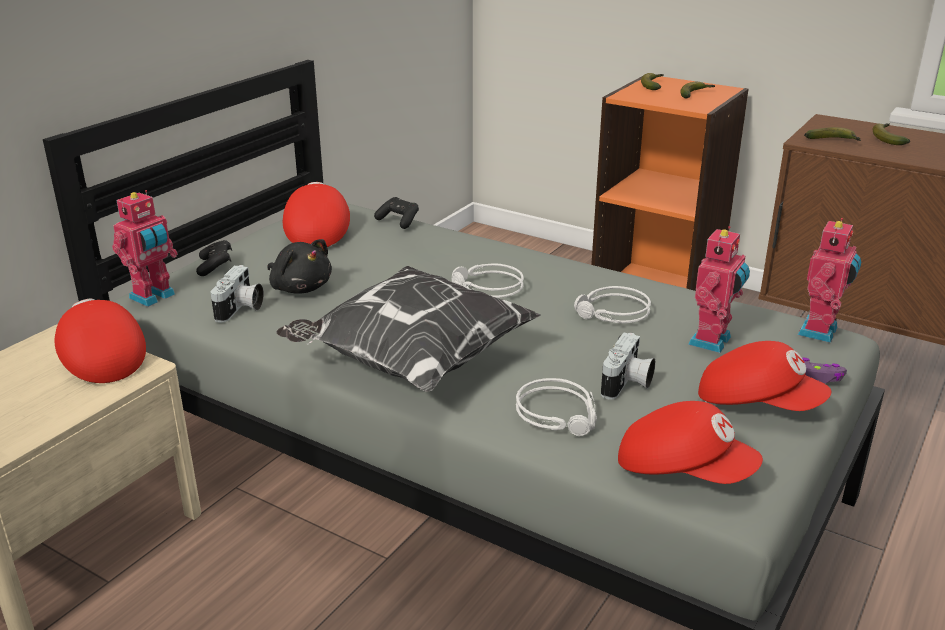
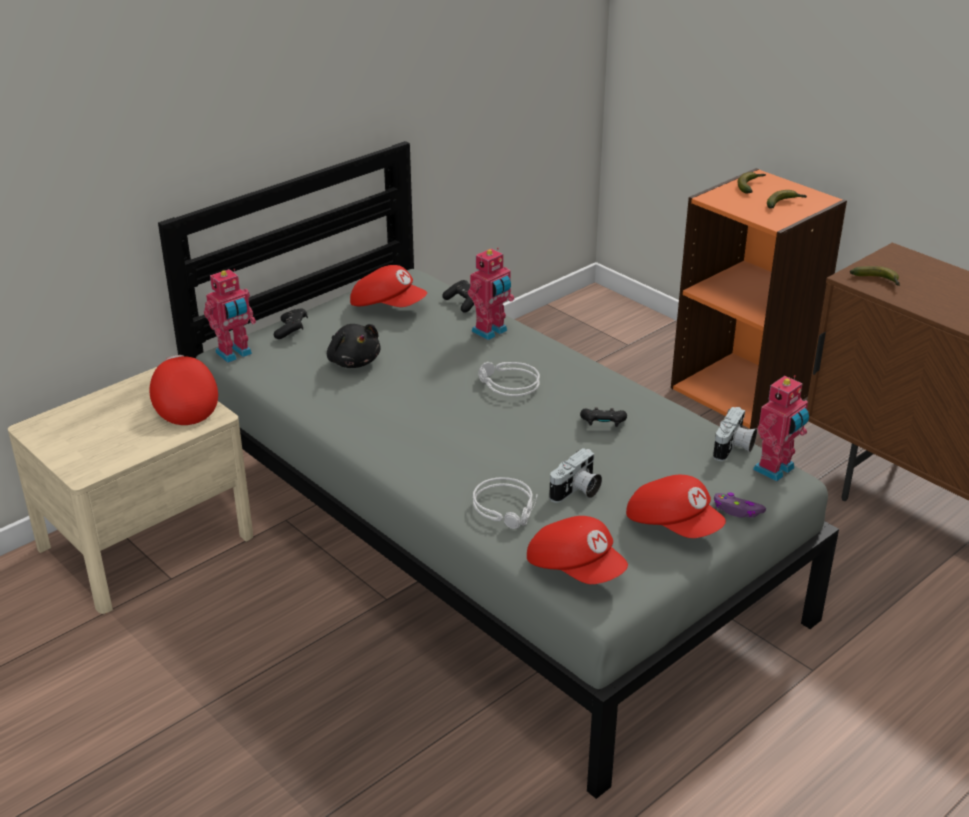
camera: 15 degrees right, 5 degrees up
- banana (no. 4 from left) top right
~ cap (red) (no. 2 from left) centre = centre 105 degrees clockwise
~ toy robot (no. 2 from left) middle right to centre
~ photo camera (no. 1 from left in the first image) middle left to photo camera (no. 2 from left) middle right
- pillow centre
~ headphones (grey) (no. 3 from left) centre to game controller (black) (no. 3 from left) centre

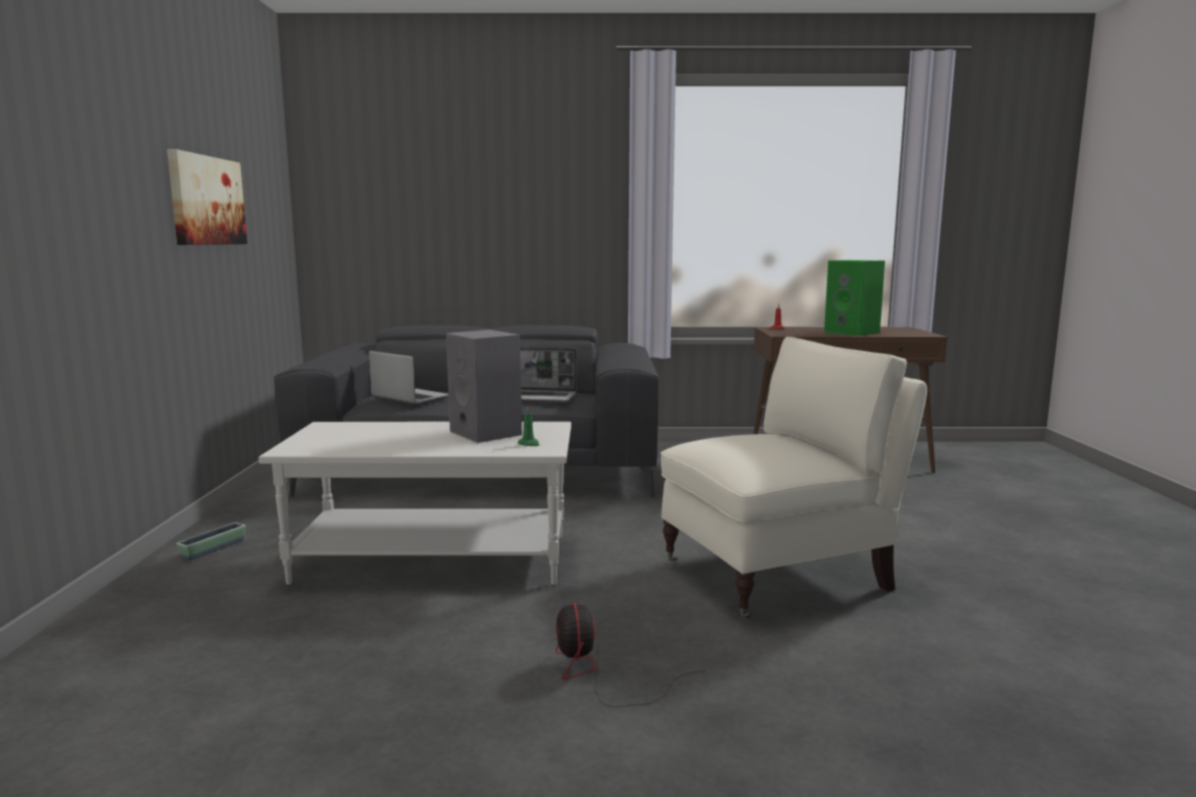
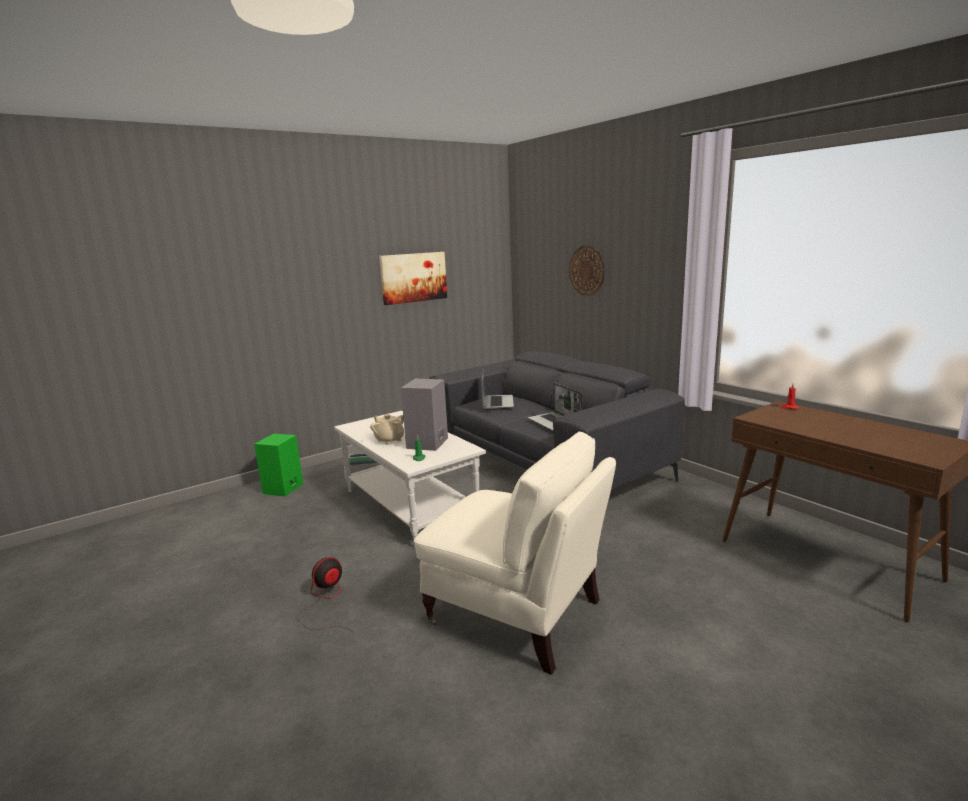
camera: 55 degrees right, 5 degrees up
~ speaker (green) middle right to middle left
+ wall clock centre
+ teapot (beige) centre

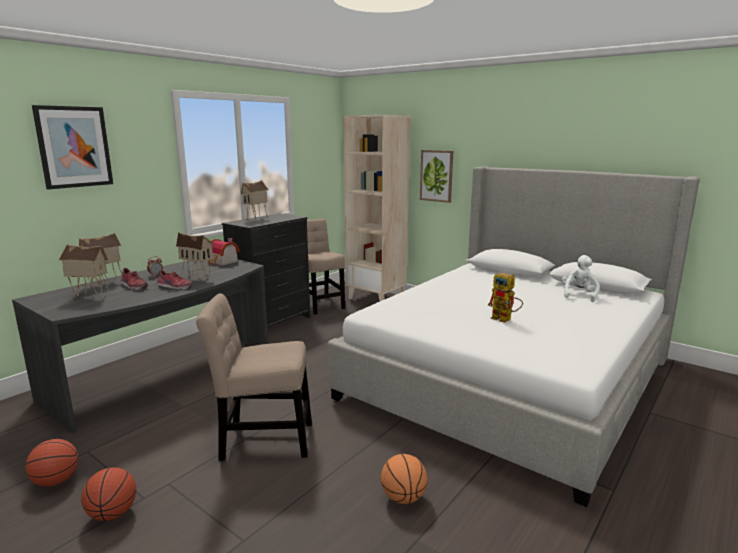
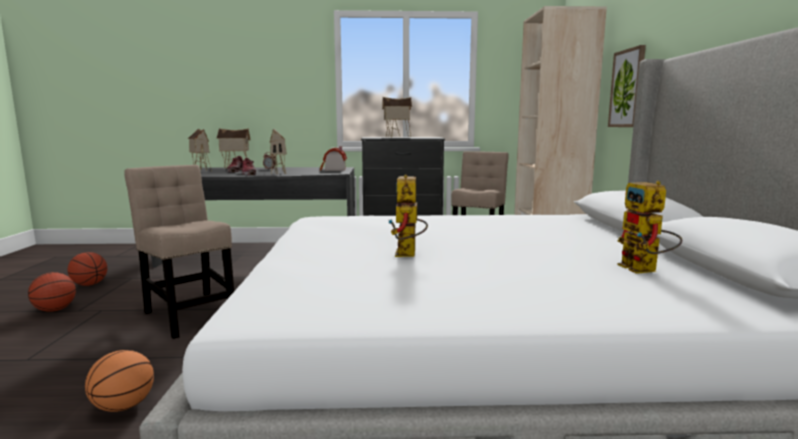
camera: 50 degrees right, 5 degrees down
- picture (no. 1 from left) top left
~ plush toy (white) middle right to toy robot (no. 2 from left) middle right

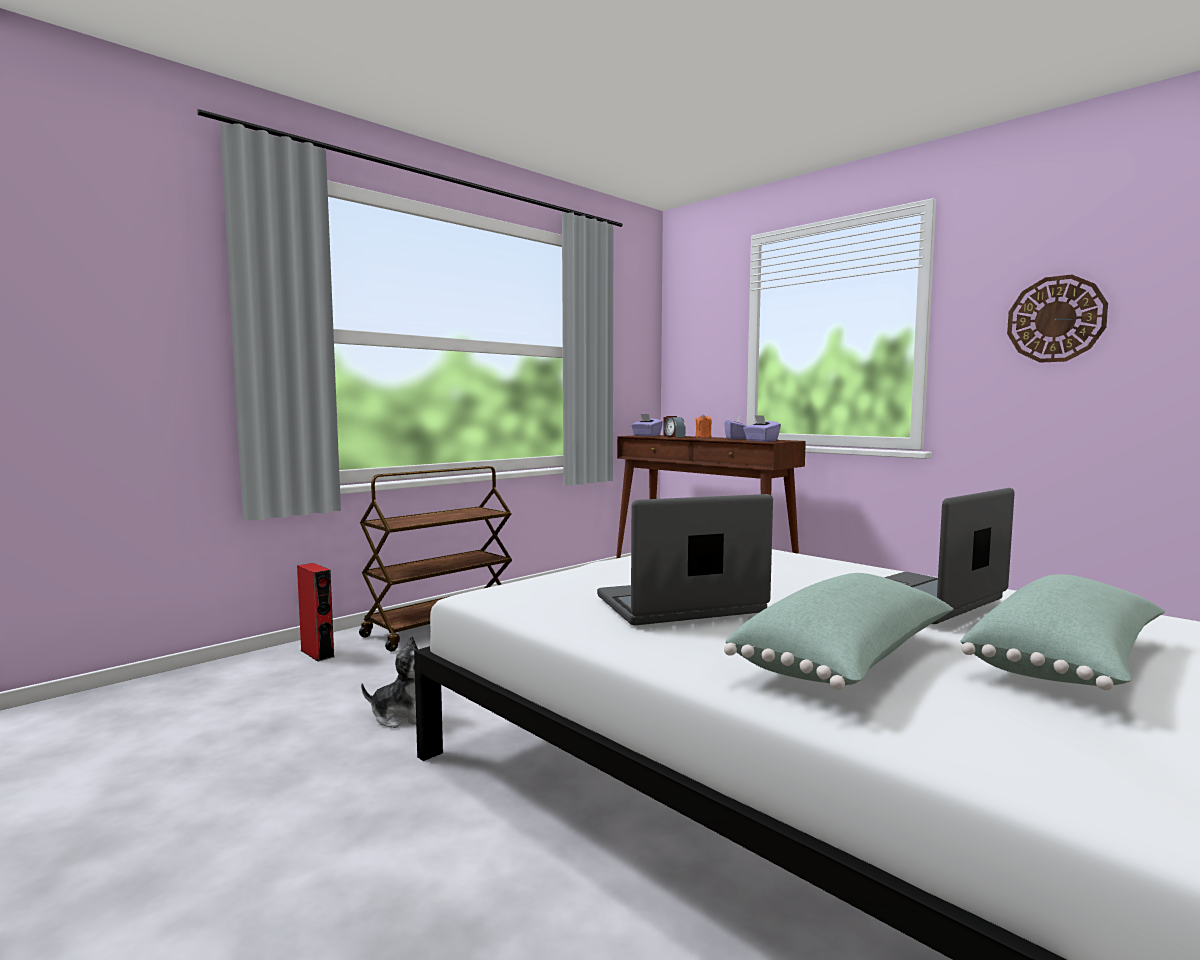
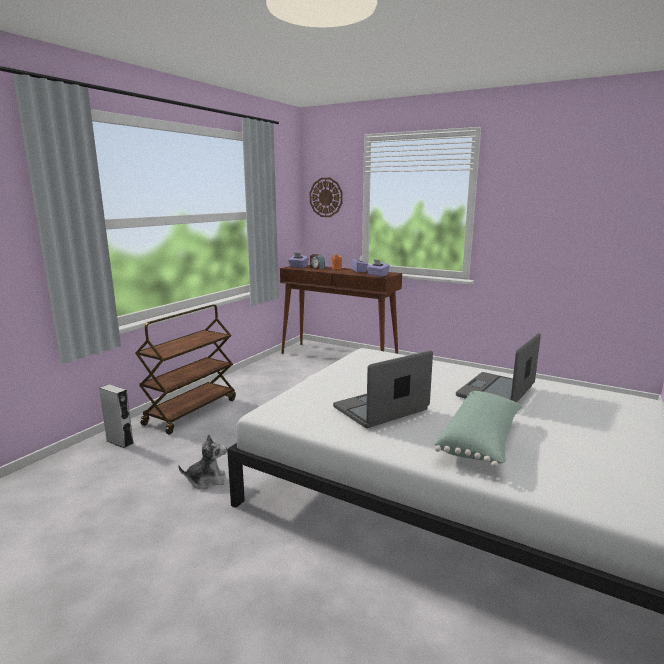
camera: 15 degrees left, 10 degrees up
~ wall clock top right to top centre
~ speaker (red) middle left to speaker (grey) middle left
- pillow (green) (no. 2 from left) middle right

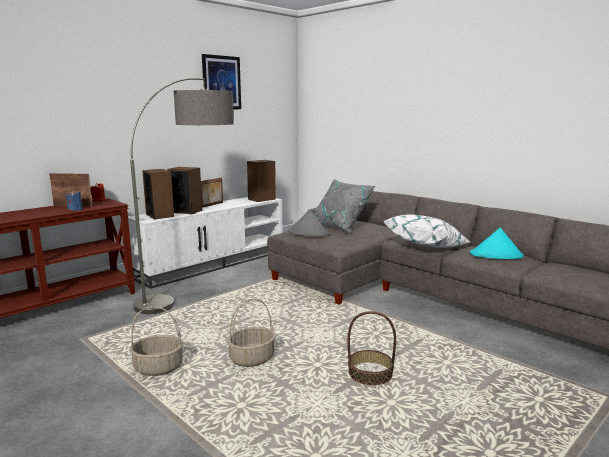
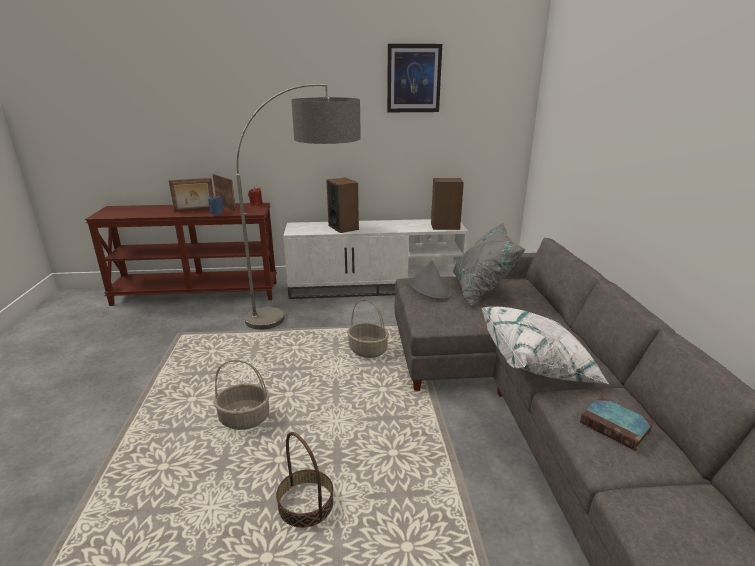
camera: 40 degrees right, 10 degrees up
- speaker (no. 1 from left) middle left
~ picture frame (no. 2 from left in the first image) centre to picture frame (no. 1 from left) middle left
~ hat (turquoise) middle right to book bottom right
~ basket (no. 1 from left in the first image) bottom left to basket (no. 3 from left) centre

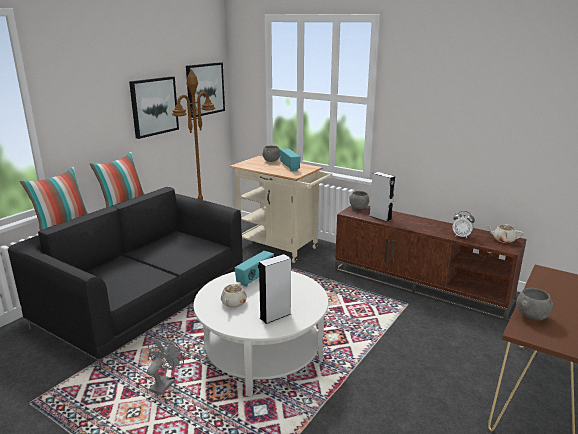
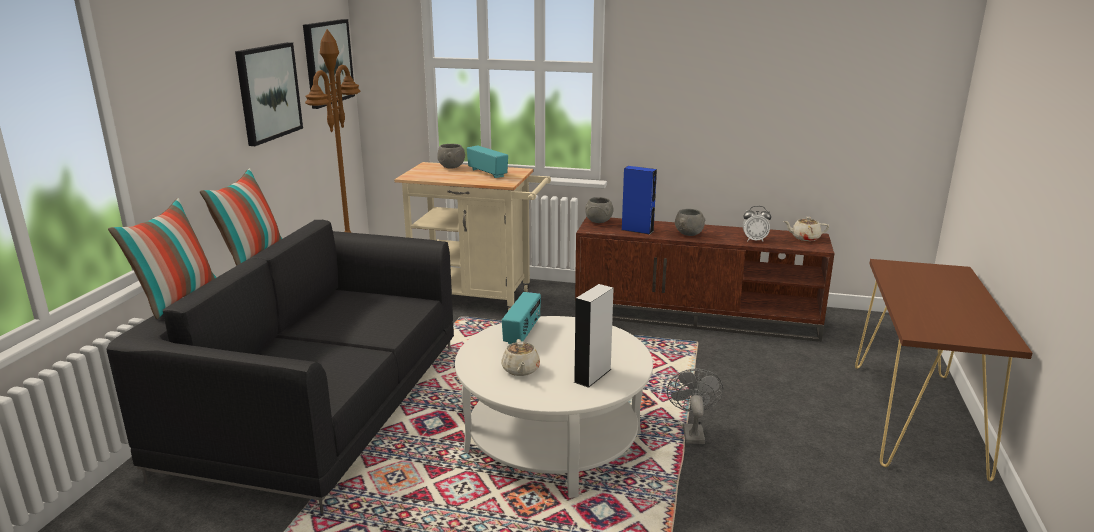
camera: 20 degrees left, 0 degrees up
~ speaker (grey) (no. 2 from left) centre to speaker (blue) centre
~ bowl (grey) (no. 3 from left) bottom right to centre
~ fan (grey) bottom left to bottom centre

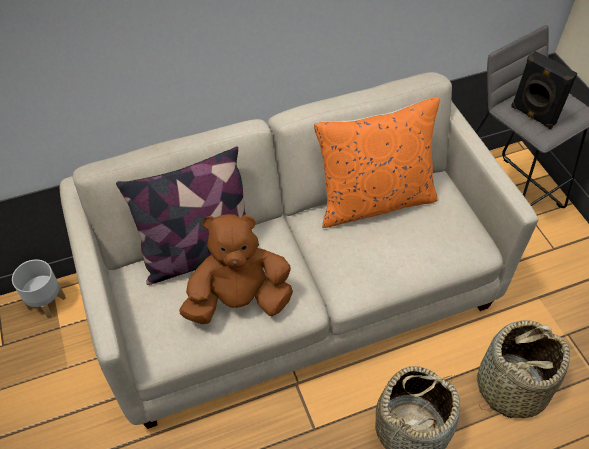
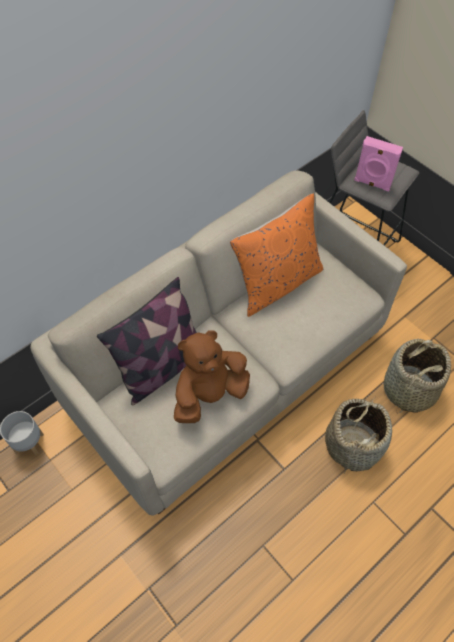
camera: 20 degrees left, 5 degrees up
~ speaker (black) top right to speaker (pink) top right

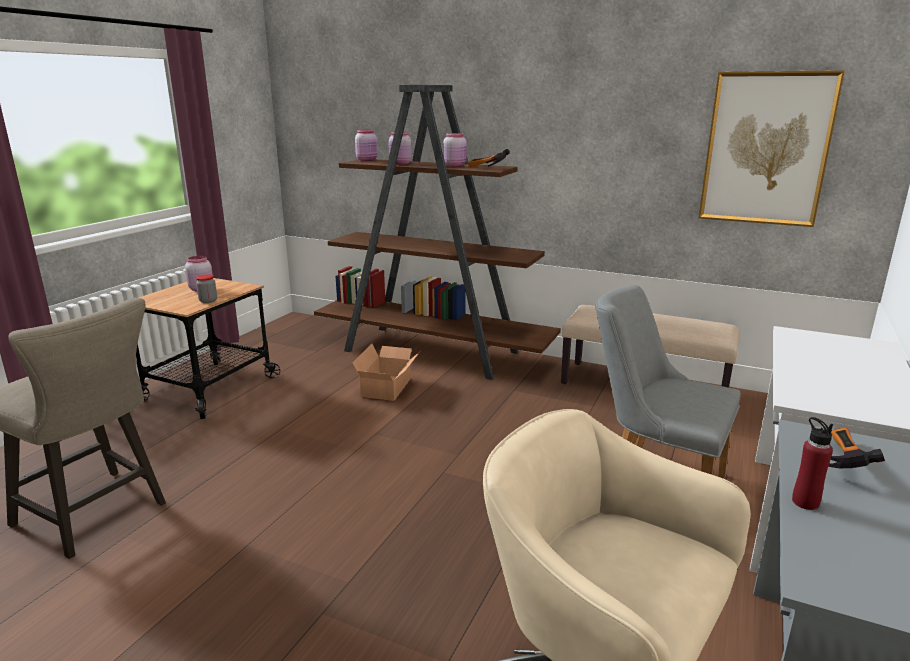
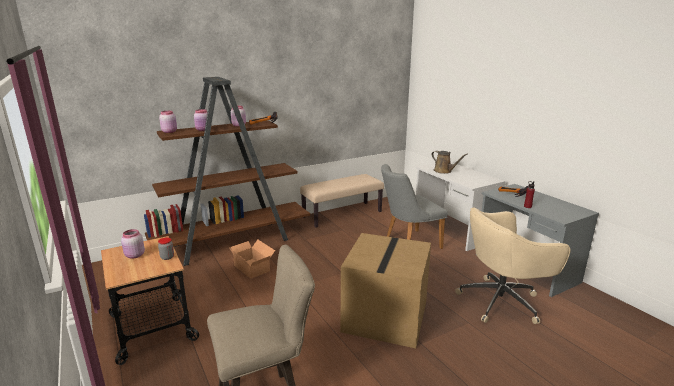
camera: 55 degrees left, 0 degrees up
- picture top right
+ watering can (brown) centre
+ cardboard box (no. 2 from left) bottom centre

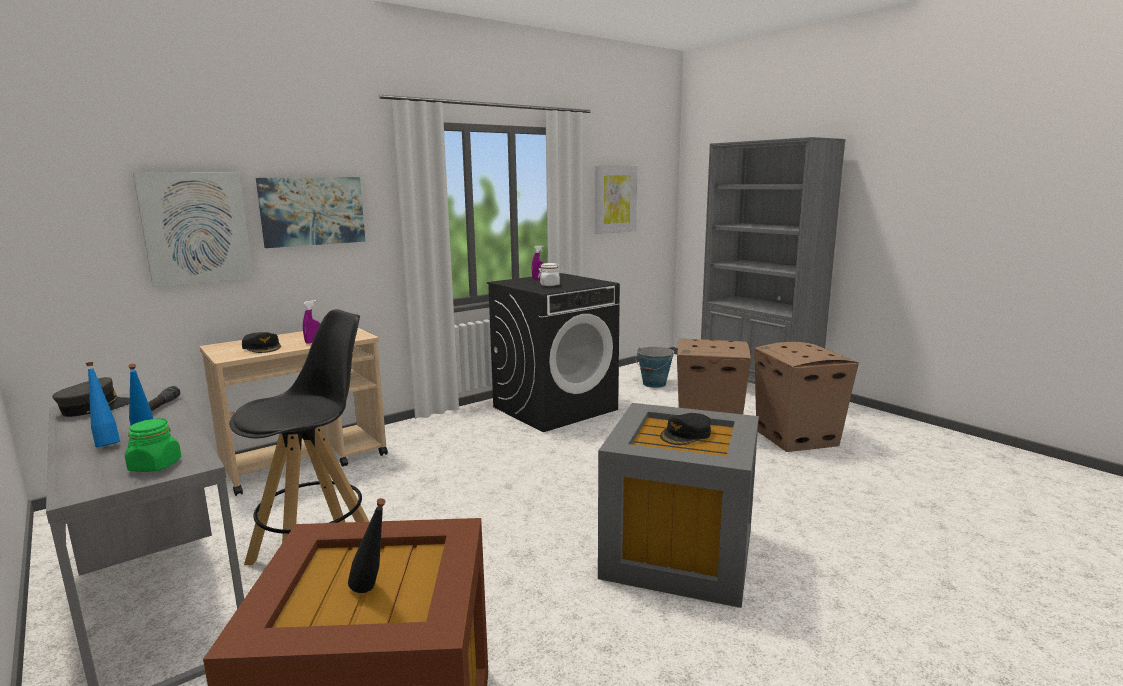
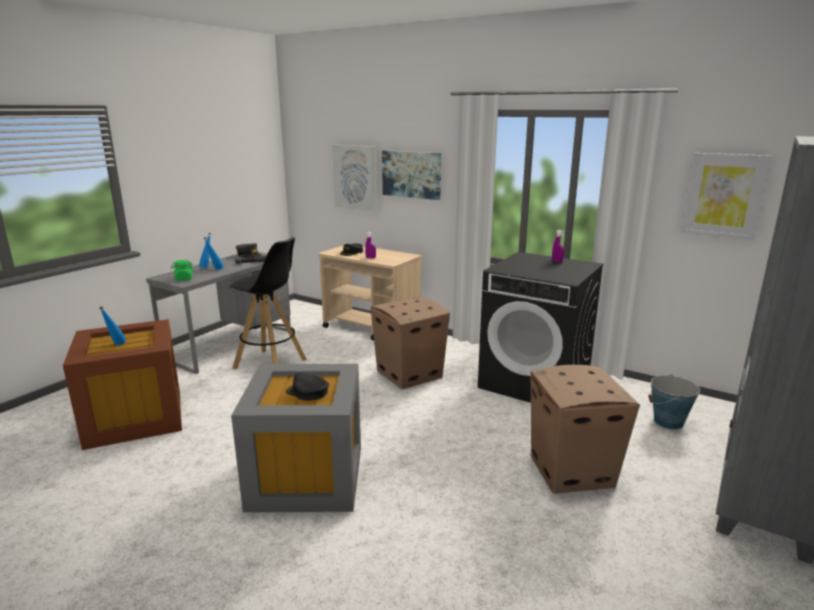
camera: 70 degrees right, 5 degrees up
- jar (white) centre
~ cardboard box (no. 2 from left in the first image) middle right to cardboard box (no. 1 from left) centre
~ bottle (black) bottom left to bottle (blue) (no. 1 from left) middle left

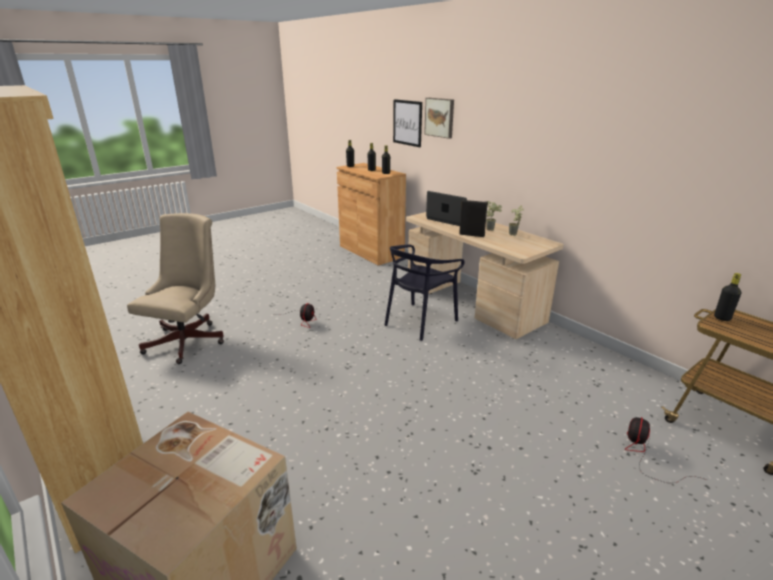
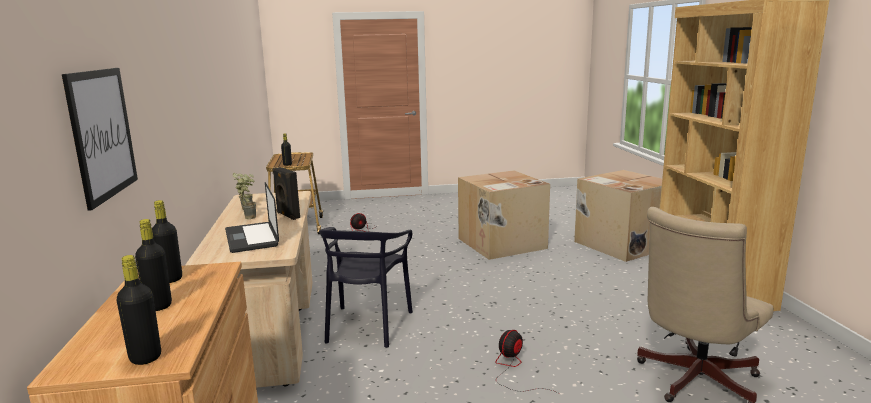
camera: 150 degrees left, 10 degrees down
- picture (no. 2 from left) top centre
~ chair (black) centre = bottom centre 120 degrees clockwise
+ cardboard box (no. 1 from left) centre

